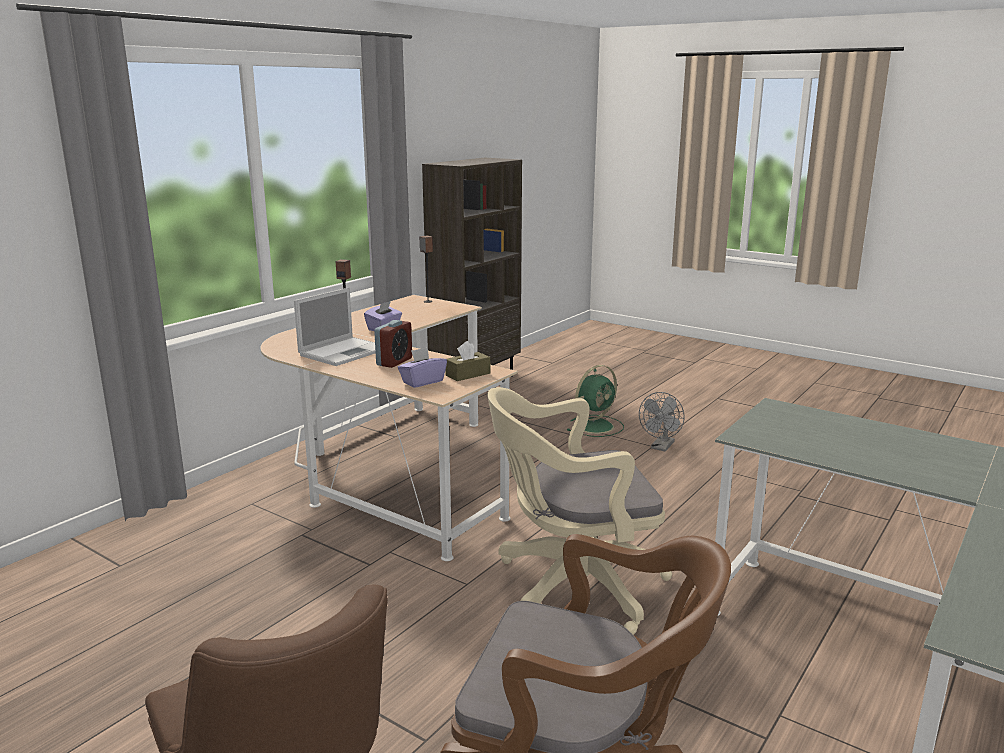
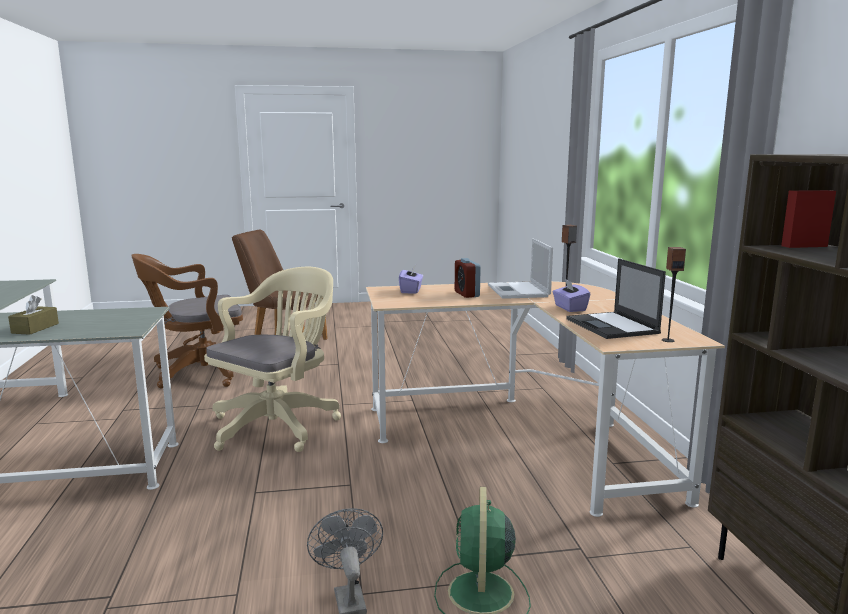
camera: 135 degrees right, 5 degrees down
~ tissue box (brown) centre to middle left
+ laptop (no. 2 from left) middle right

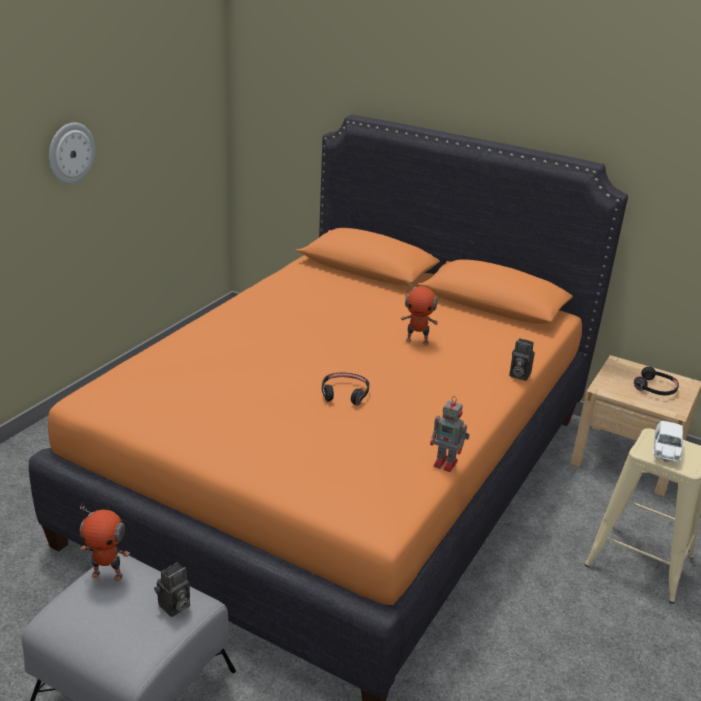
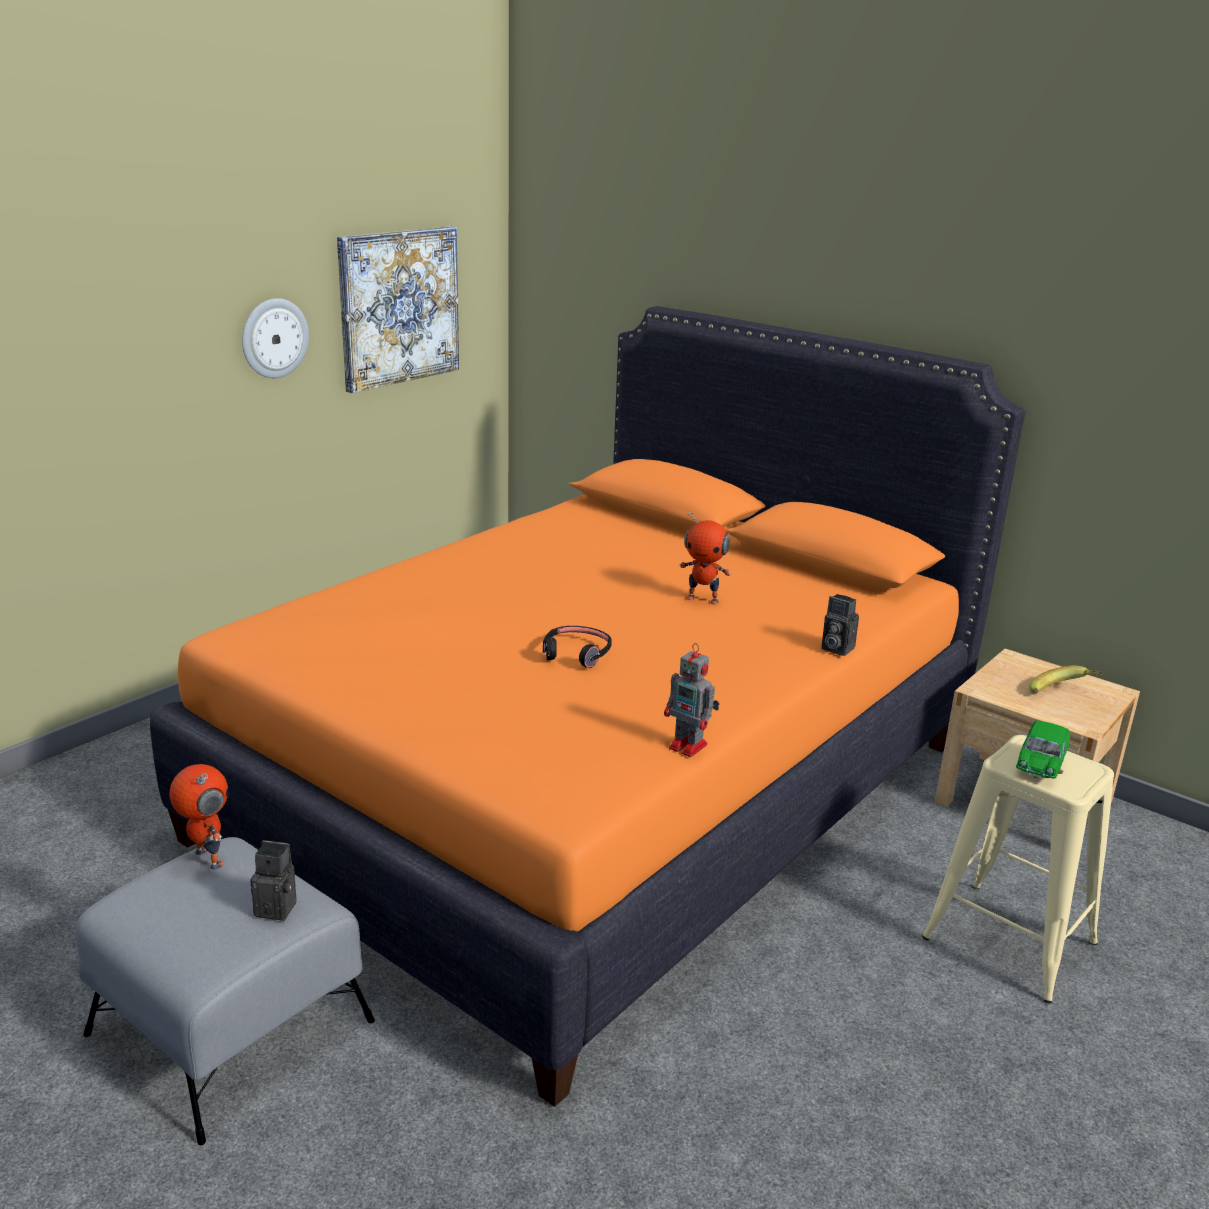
camera: 10 degrees right, 5 degrees down
~ headphones (black) (no. 2 from left) middle right to banana middle right
~ toy car (white) middle right to toy car (green) middle right
~ toy robot (no. 1 from left) bottom left = bottom left 150 degrees counterclockwise
~ photo camera (no. 1 from left) bottom left = bottom left 135 degrees counterclockwise
+ picture top left

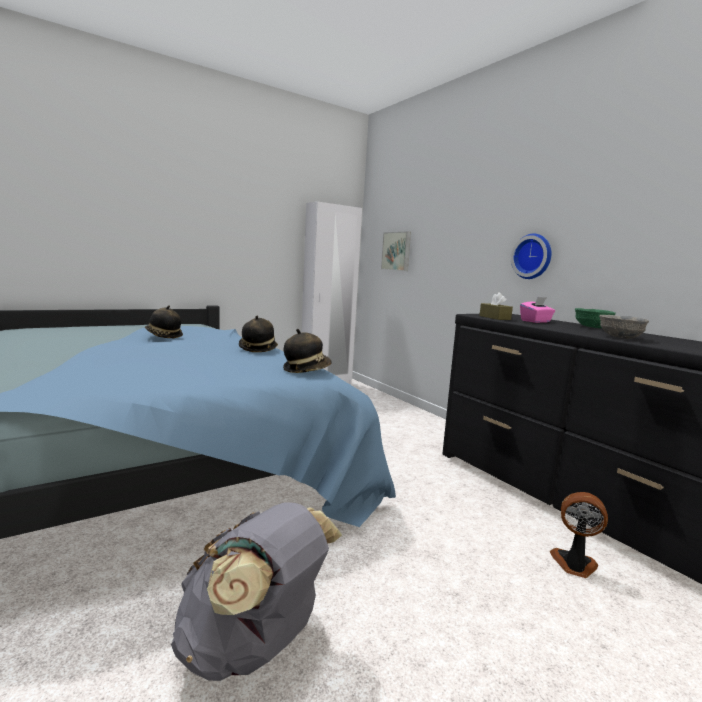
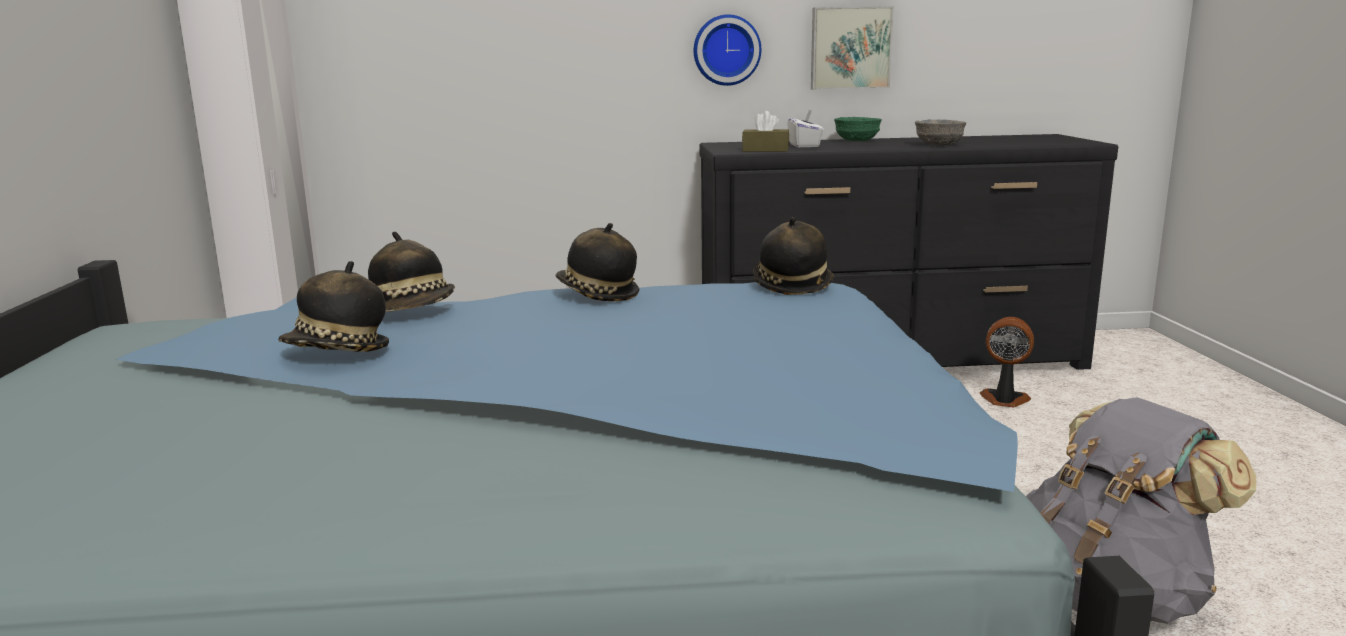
camera: 60 degrees left, 5 degrees up
~ picture centre to top centre
~ tissue box (pink) middle right to tissue box (white) top centre
~ fan bottom right = middle right 60 degrees clockwise
+ hat (no. 2 from left) middle left

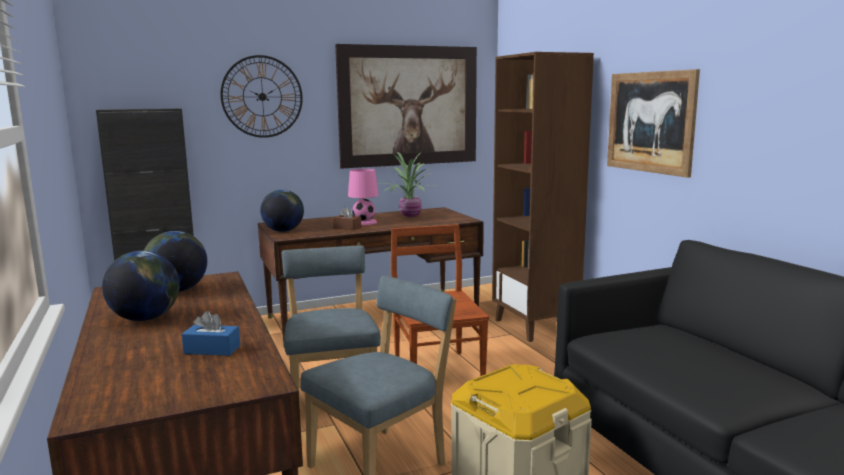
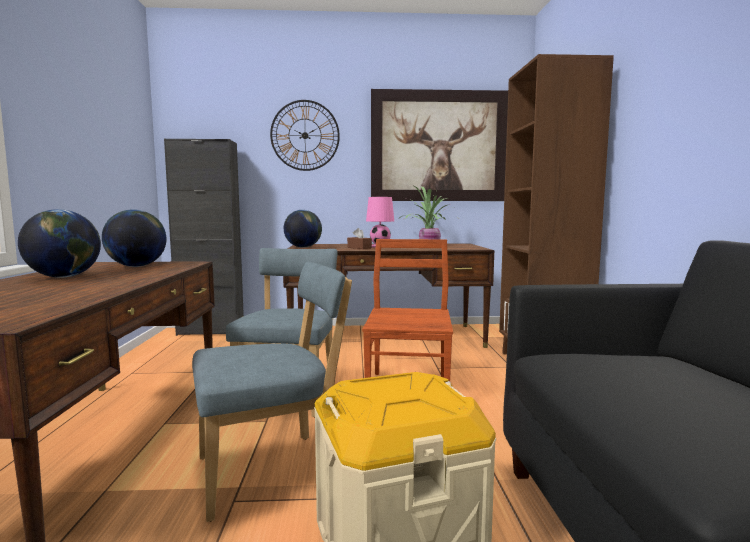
camera: 20 degrees right, 5 degrees down
- picture (no. 2 from left) top right
- tissue box (blue) bottom left

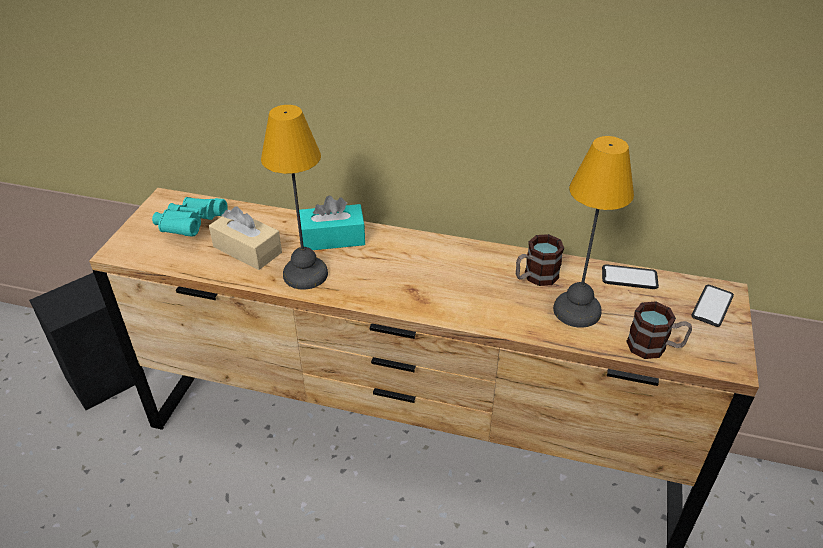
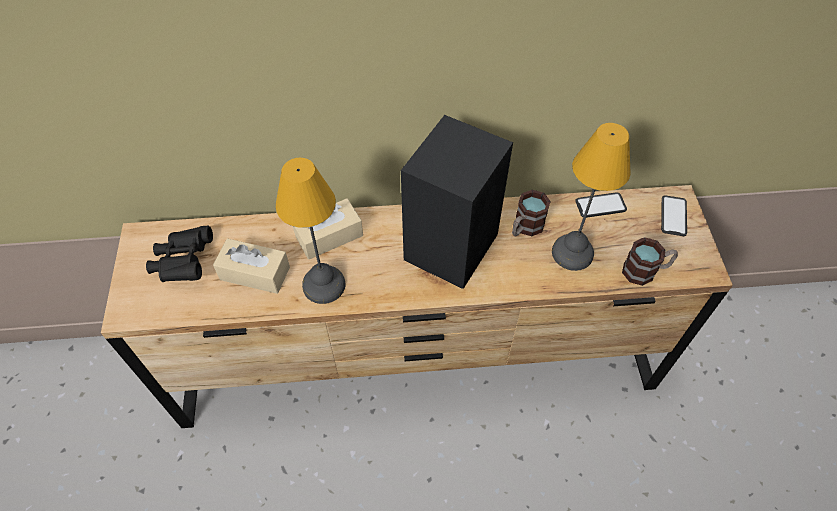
camera: 20 degrees left, 15 degrees up
~ tissue box (turquoise) centre to tissue box (beige) (no. 2 from left) centre
~ binoculars (turquoise) middle left to binoculars (black) middle left
~ speaker (black) middle left to centre

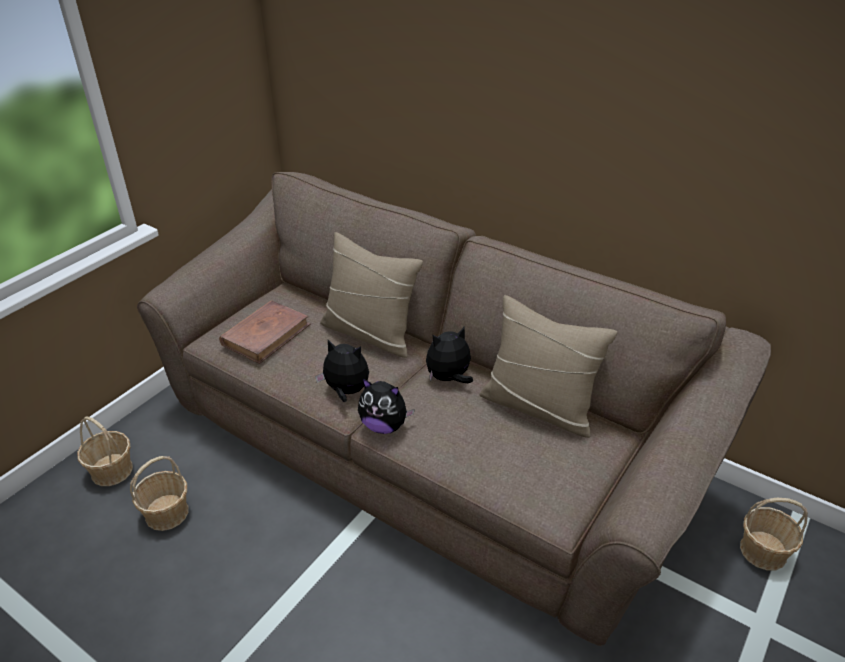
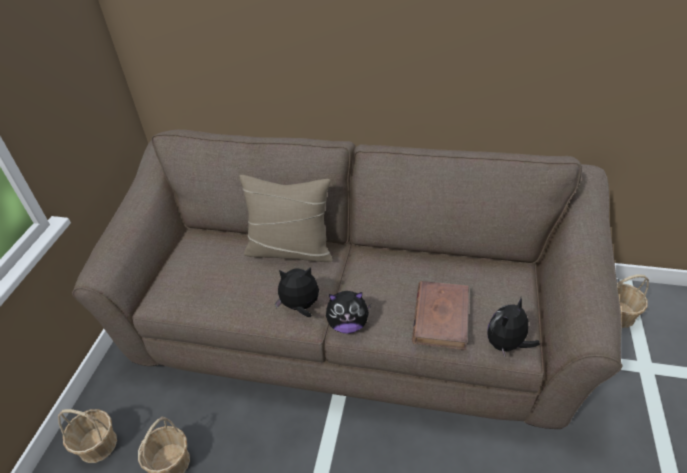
camera: 20 degrees left, 5 degrees up
- pillow (beige) (no. 2 from left) centre
~ book (brown) middle left to centre
~ plush toy (no. 3 from left) centre to bottom right

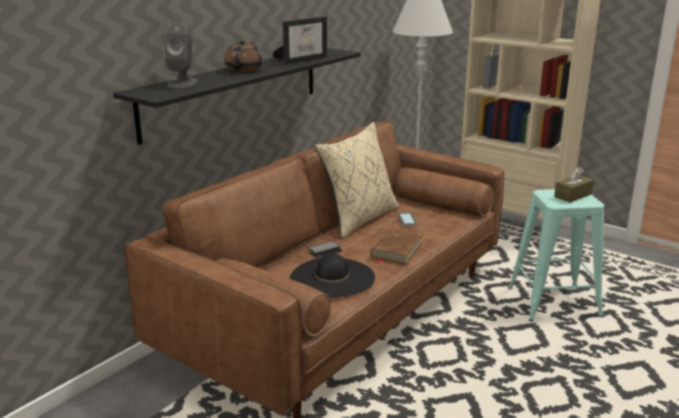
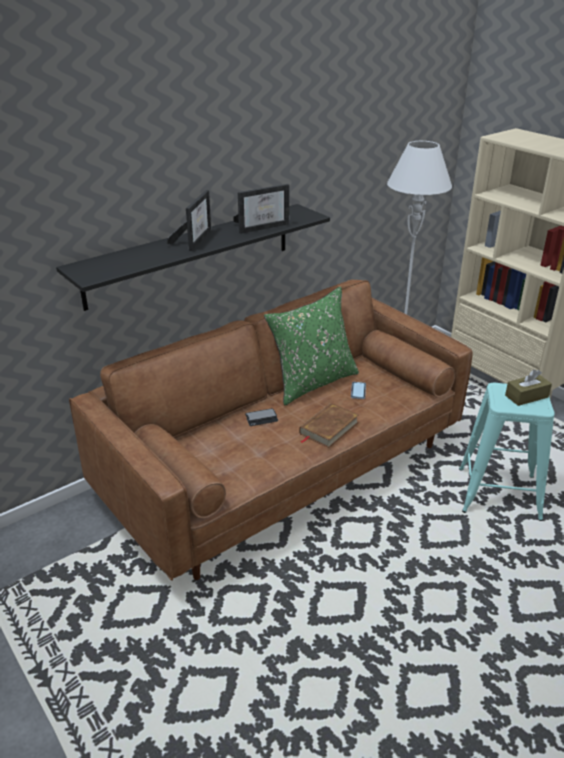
camera: 15 degrees right, 10 degrees up
- speaker (grey) top left
~ teapot (brown) top centre to picture frame (no. 1 from left) top centre
~ pillow (beige) centre to pillow (green) centre
- hat (black) centre

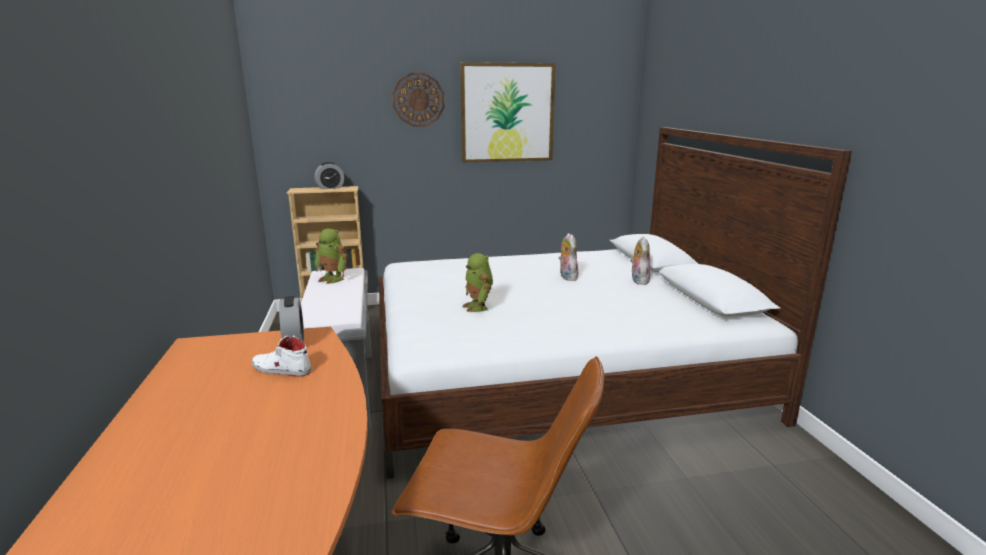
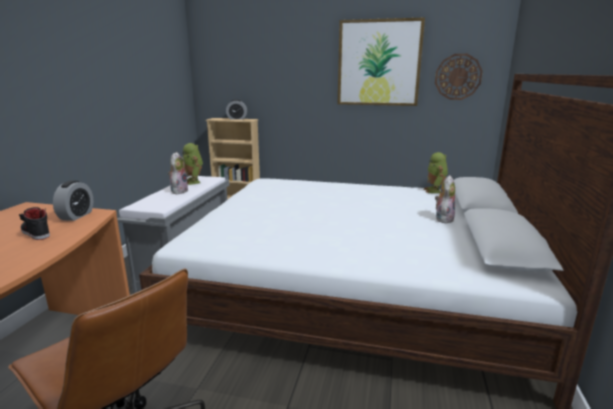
camera: 25 degrees right, 0 degrees up
~ wall clock top centre to top right
~ plush toy (no. 1 from left) centre to middle left
~ toy robot (no. 2 from left) centre to middle right
~ shoe (white) middle left to shoe (black) middle left

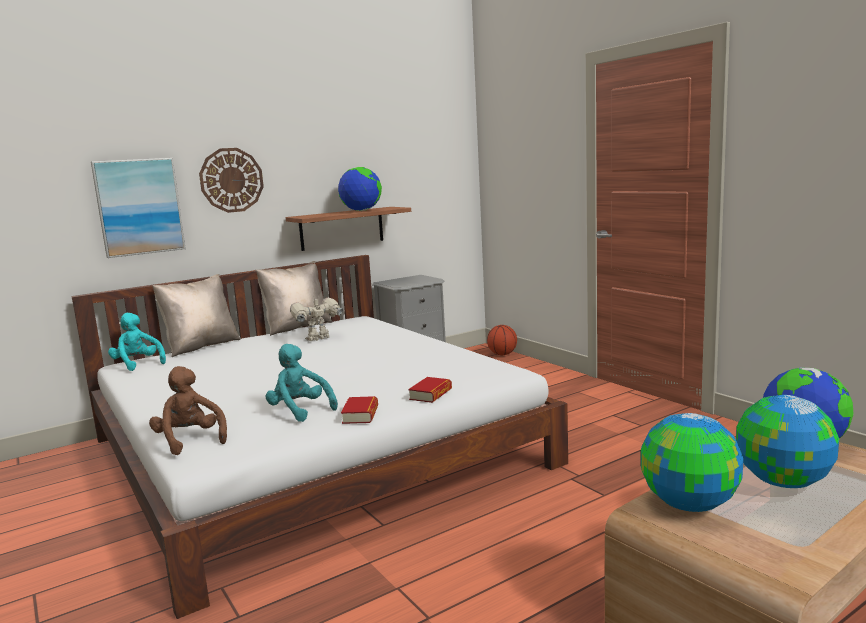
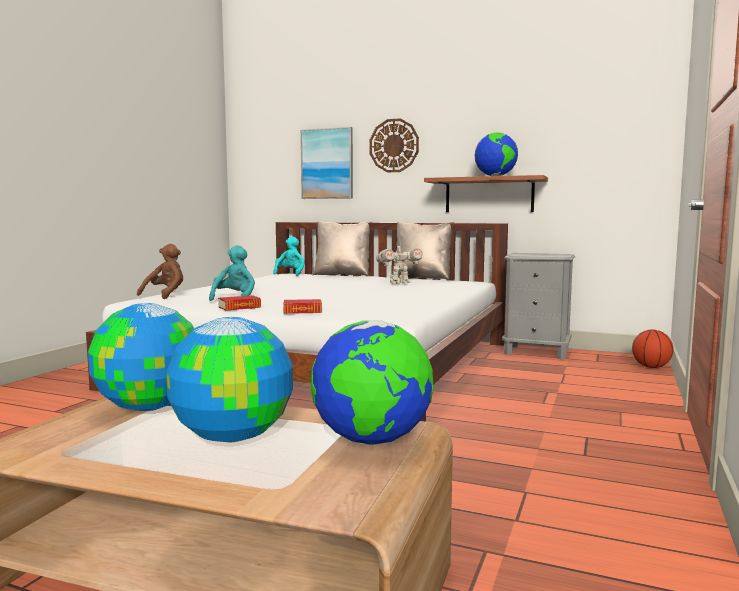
camera: 55 degrees right, 5 degrees down
~ toy robot centre = centre 135 degrees clockwise

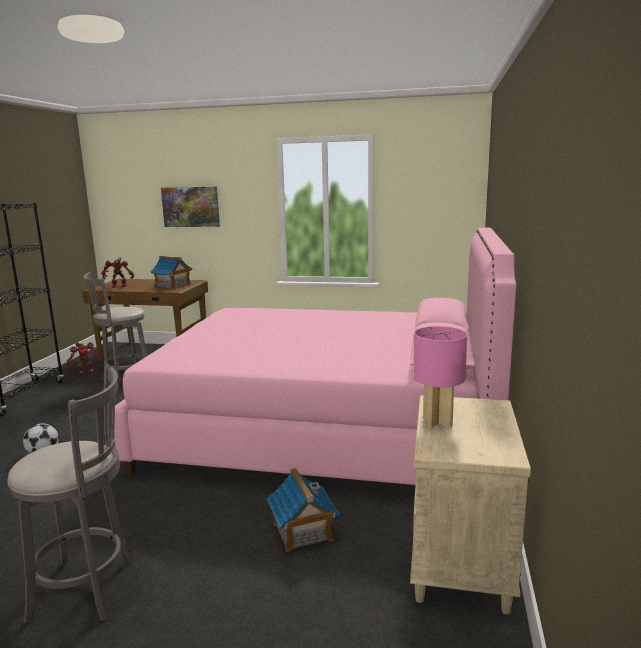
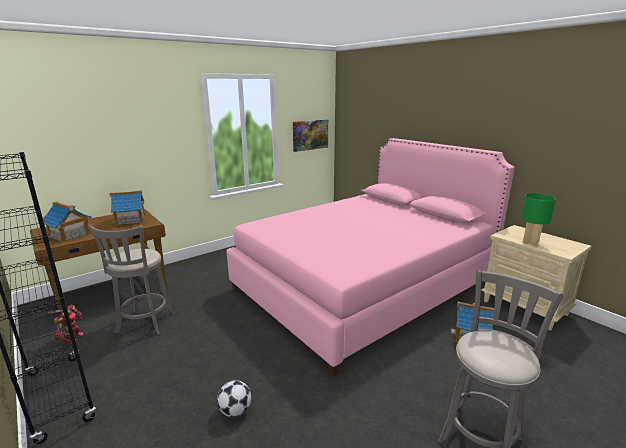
camera: 50 degrees left, 5 degrees up
~ picture top left to top centre
~ toy robot (no. 2 from left) middle left to toy house (no. 1 from left) middle left
~ table lamp (pink) middle right to table lamp (green) middle right

